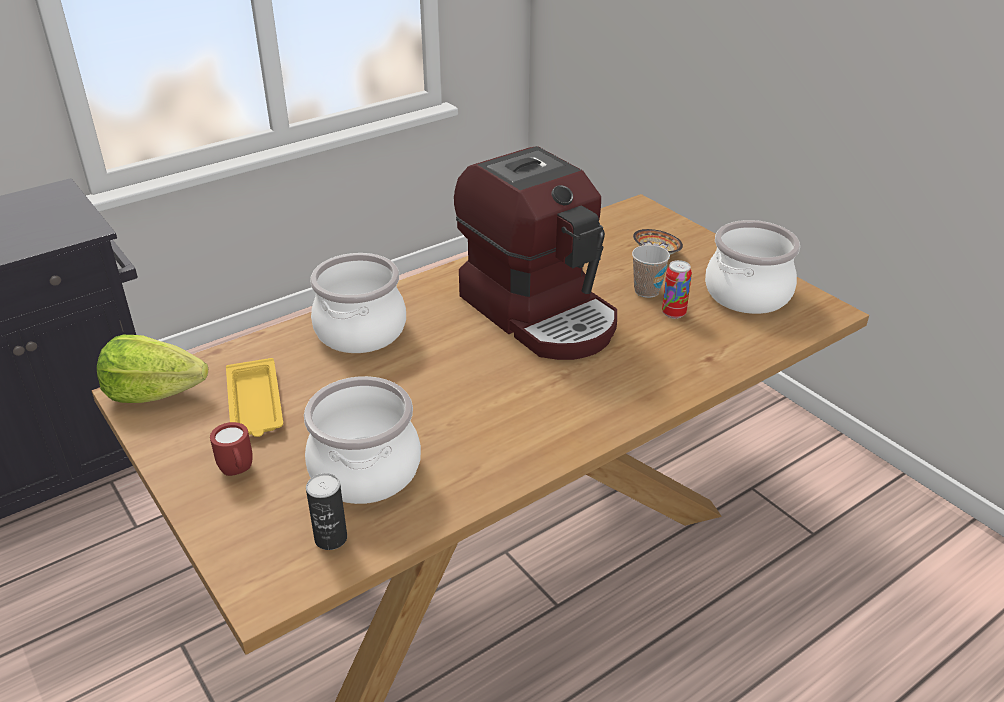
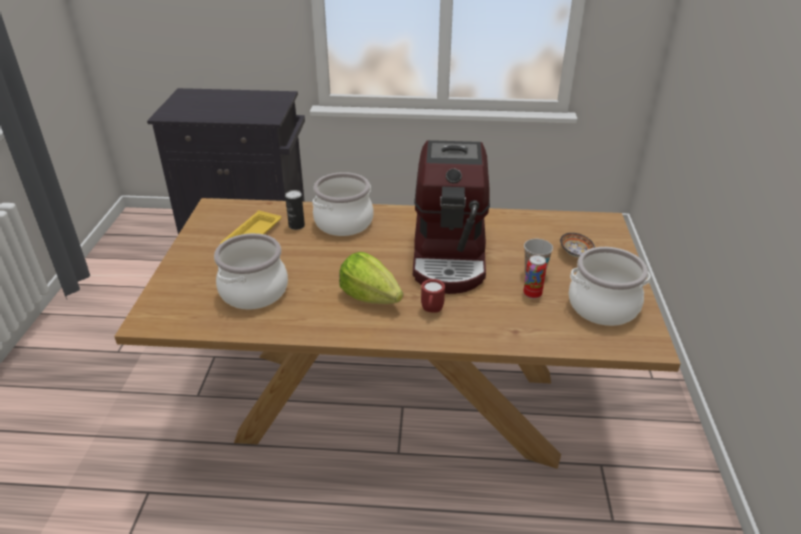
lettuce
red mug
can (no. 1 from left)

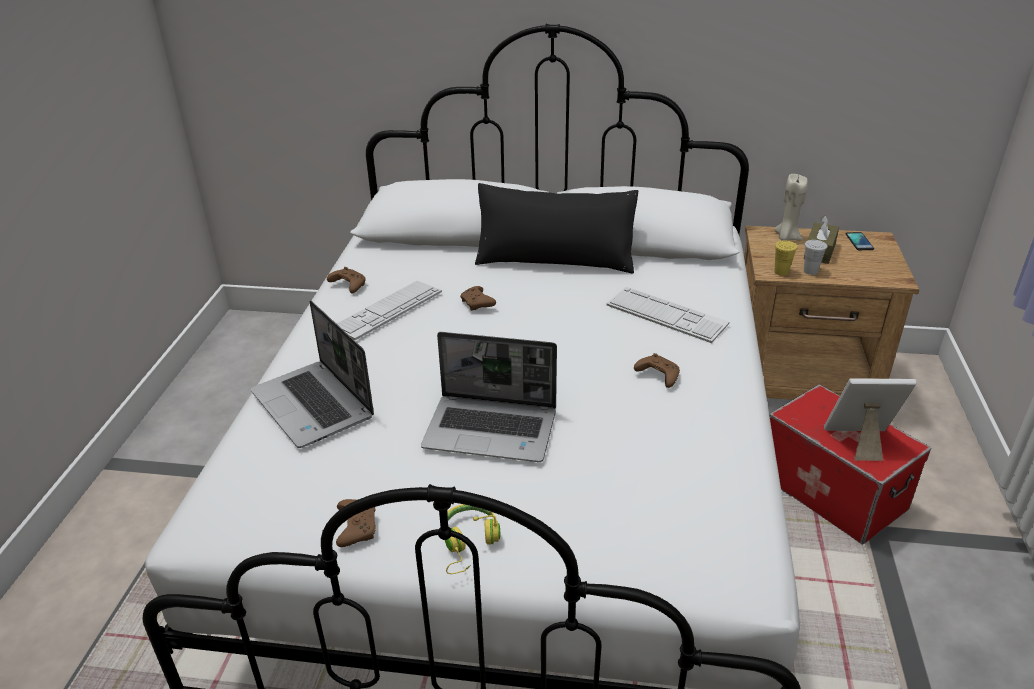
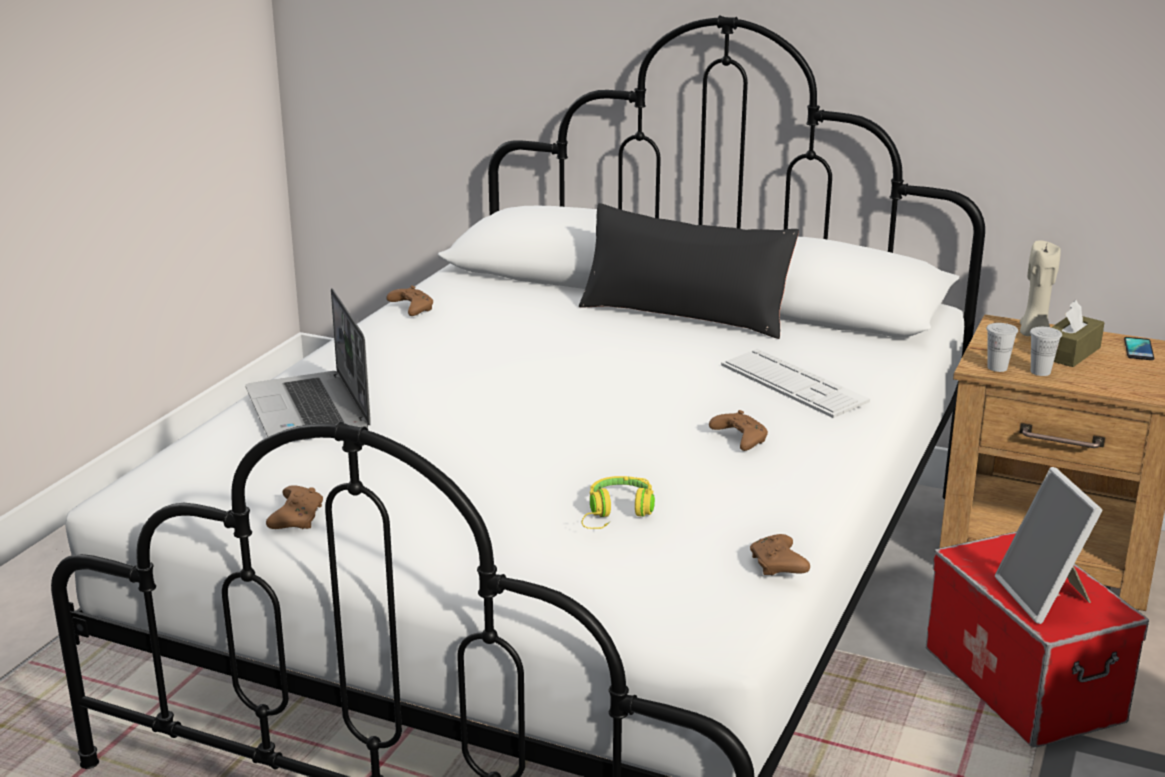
keyboard (no. 1 from left in the first image)
laptop (no. 2 from left in the first image)
yellow headphones
brown game controller (no. 4 from left)
white cup (no. 1 from left)
picture frame

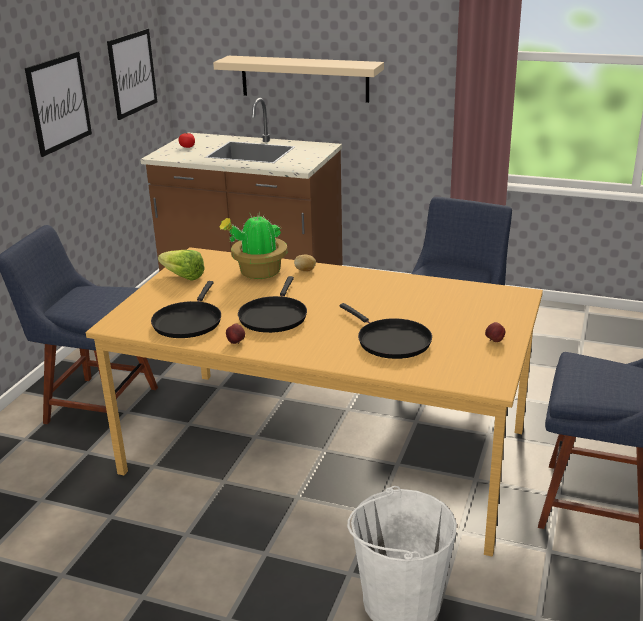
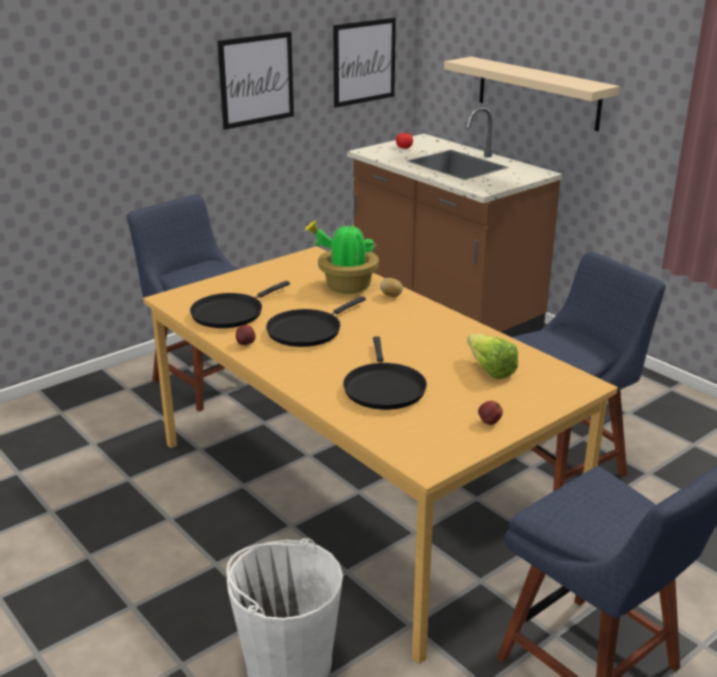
lettuce

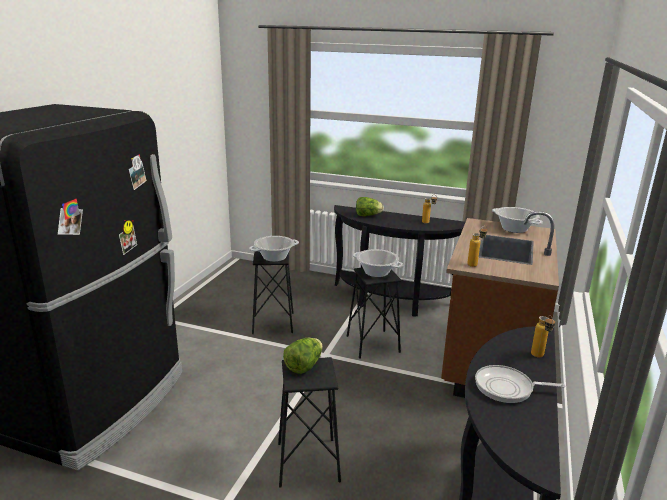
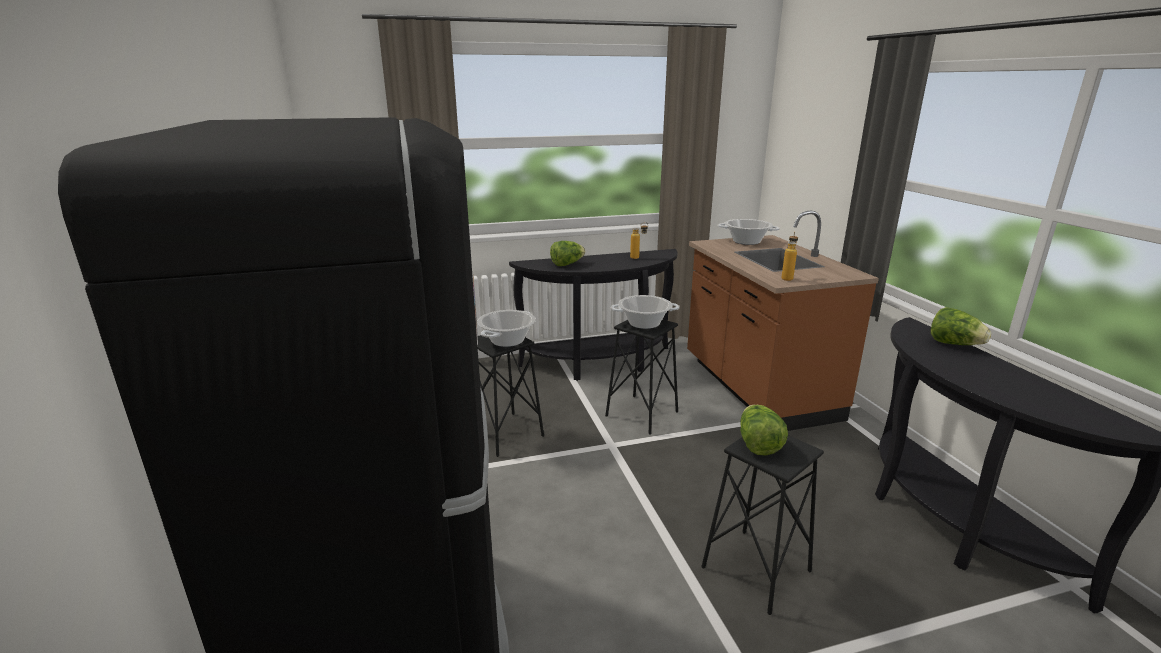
frying pan
lettuce (no. 3 from left)

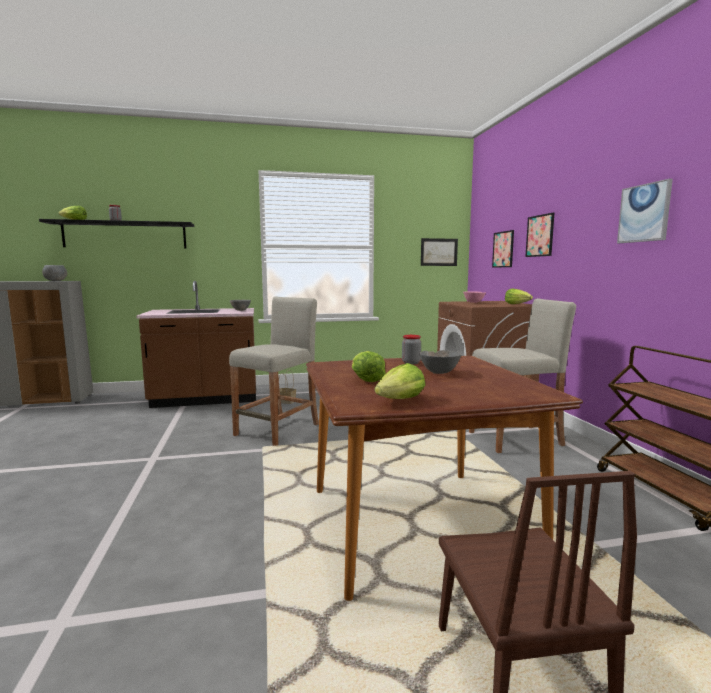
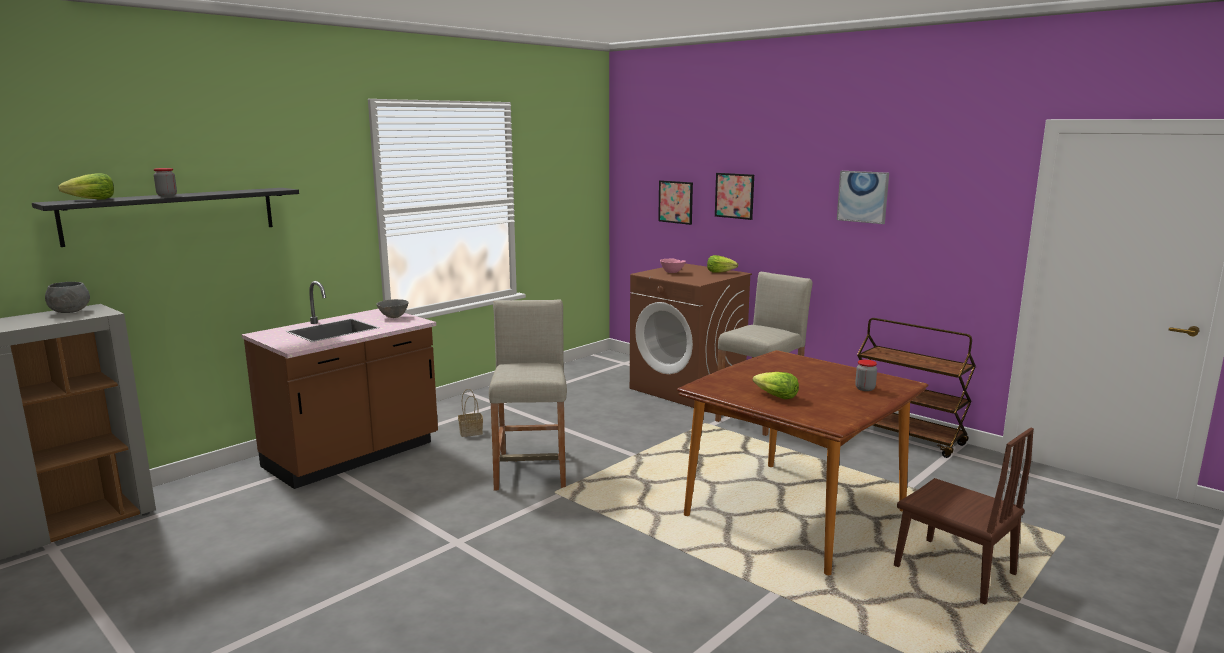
lettuce (no. 3 from left in the first image)
jar (no. 2 from left)
grey bowl (no. 3 from left in the first image)
picture (no. 1 from left in the first image)

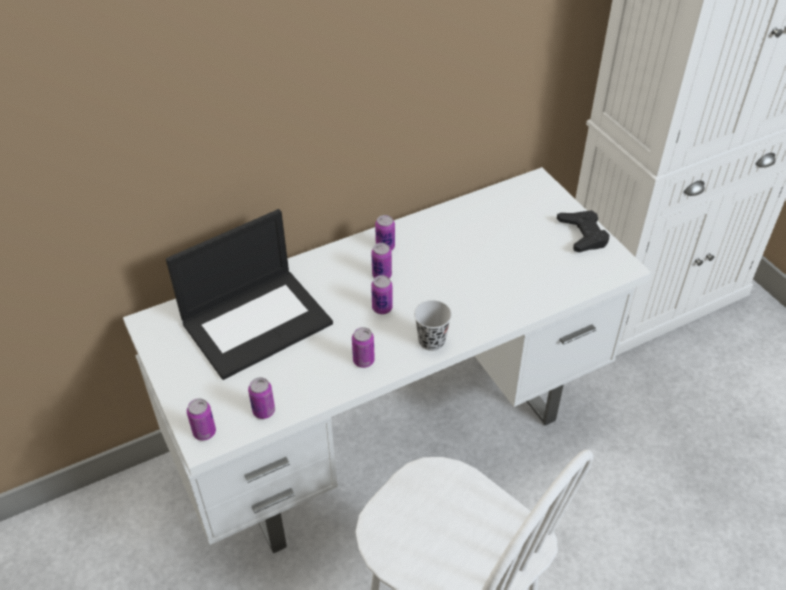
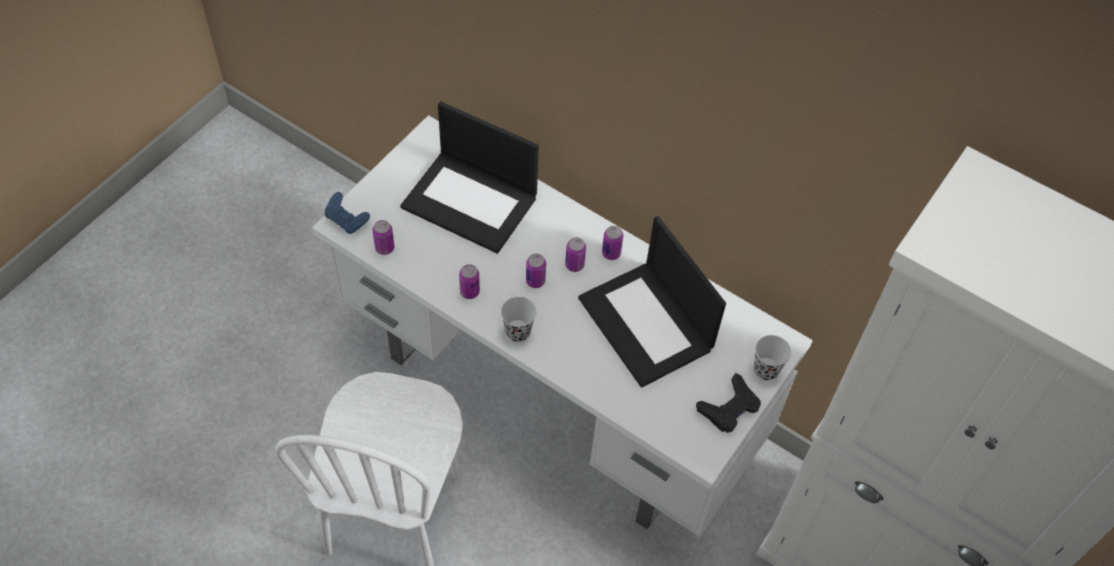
blue game controller
laptop (no. 2 from left)
black cup (no. 2 from left)

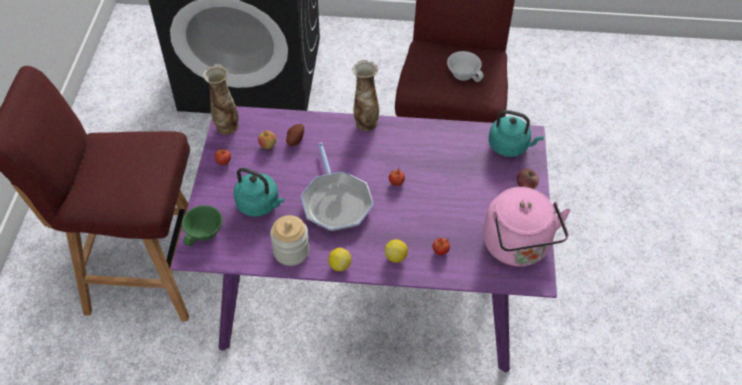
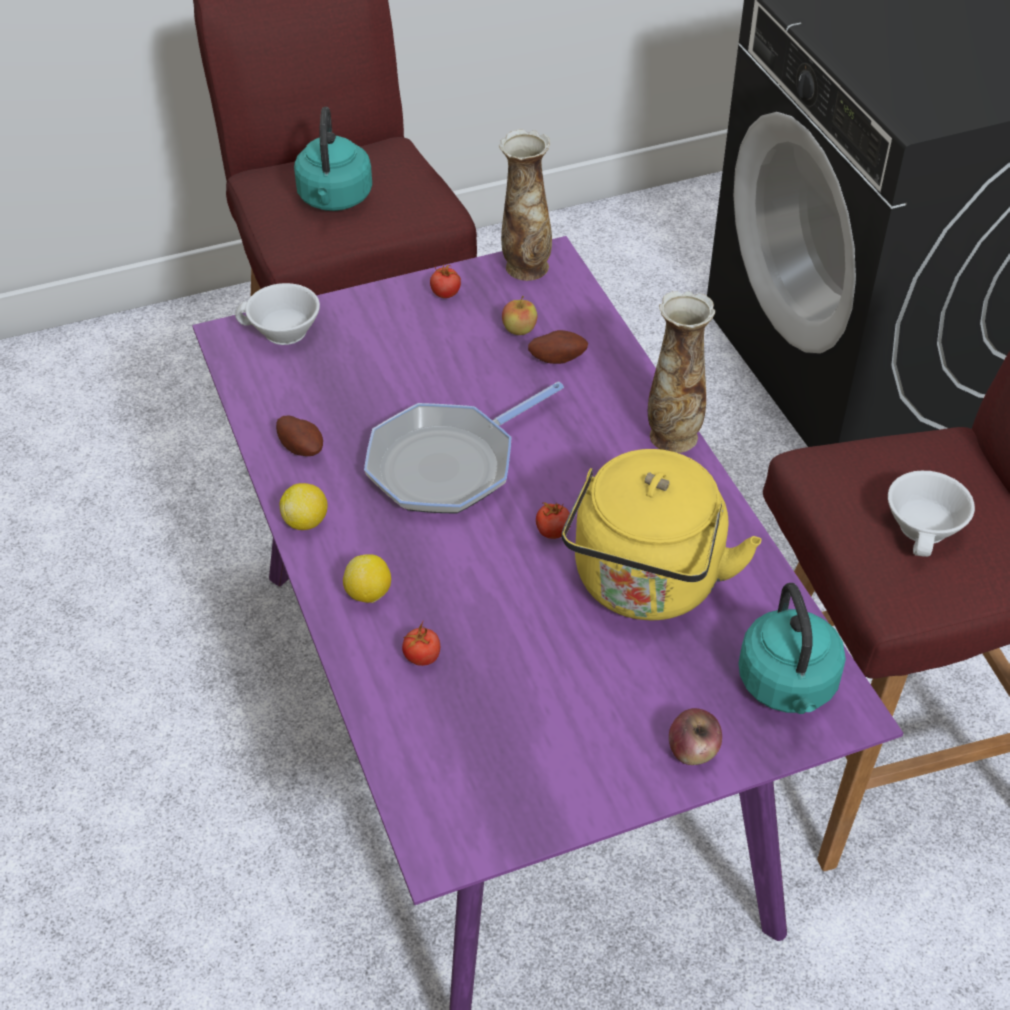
white cup (no. 1 from left)
turquoise kettle (no. 1 from left)
potato (no. 1 from left)
pink kettle
yellow kettle

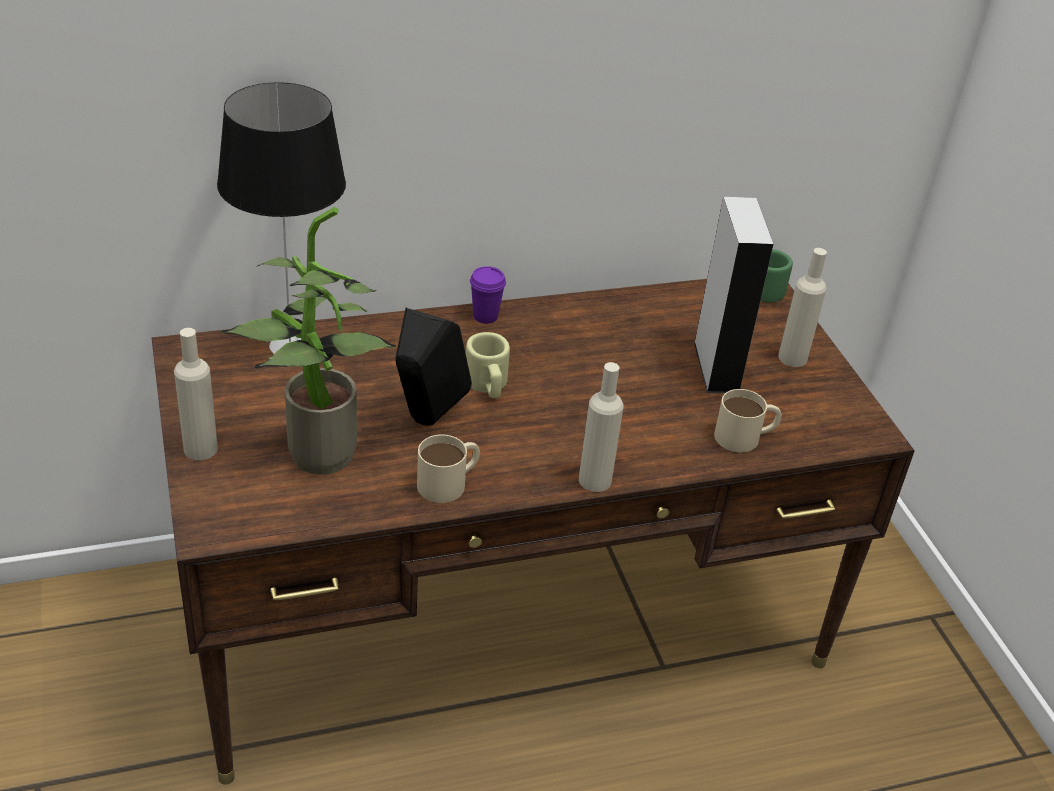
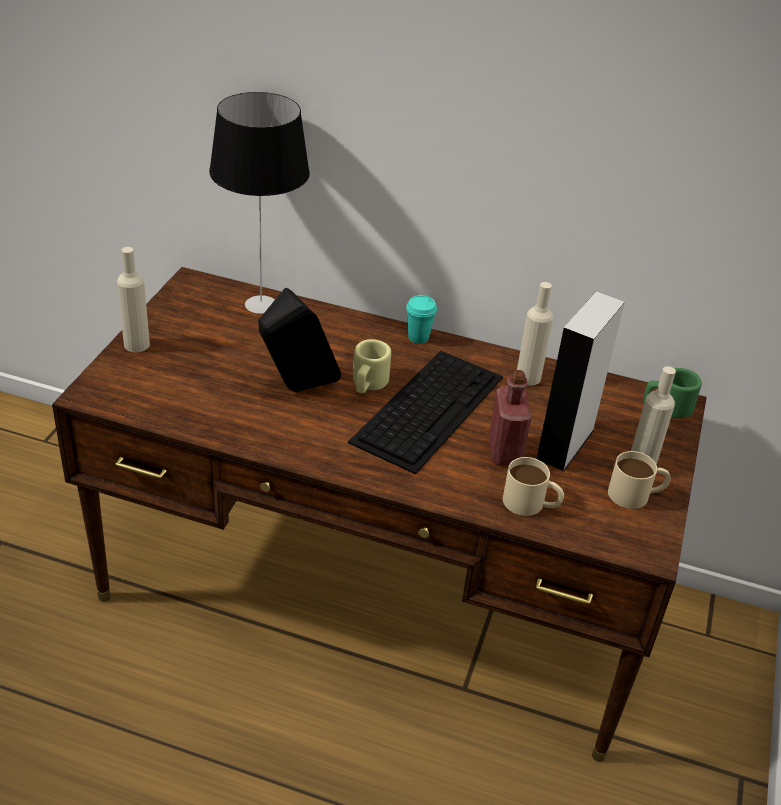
potted plant
beige mug (no. 3 from left)
turquoise cup
beige bottle (no. 2 from left)
keyboard
red bottle

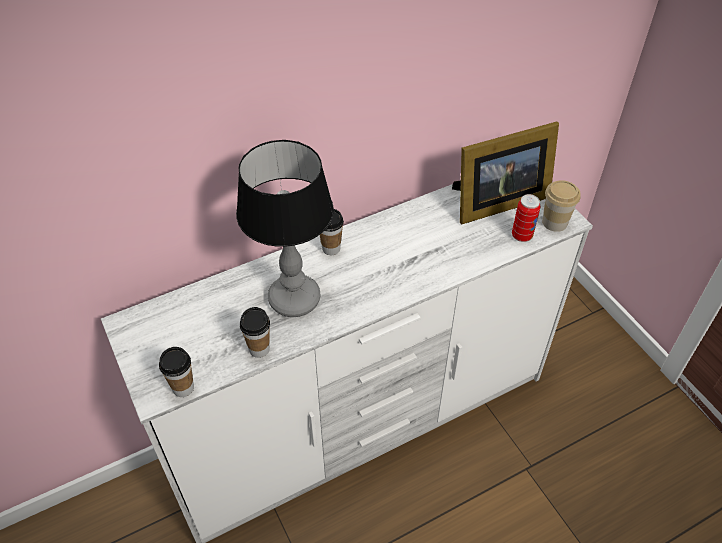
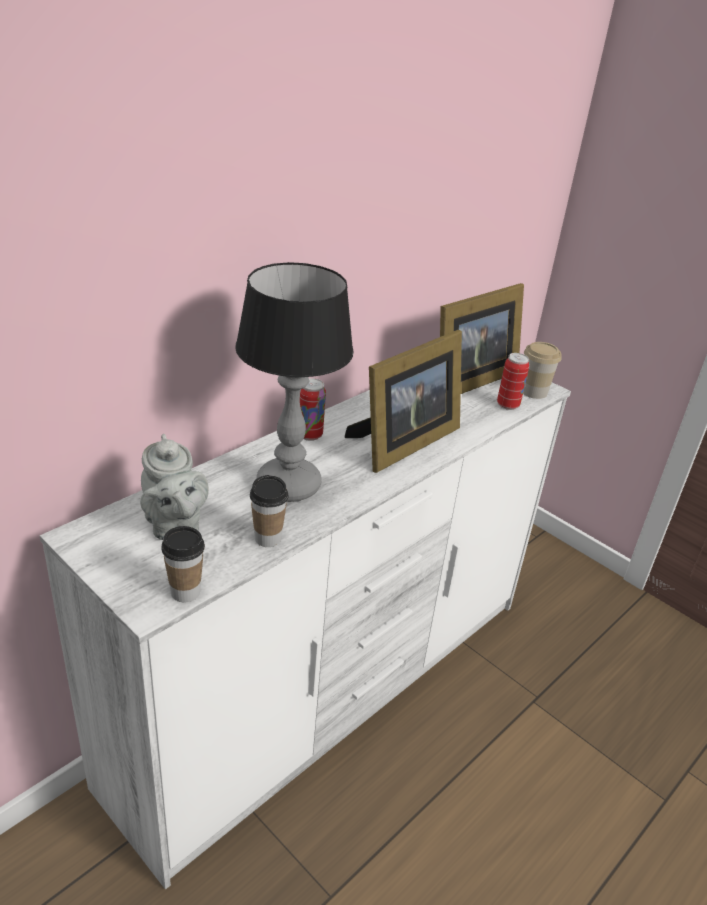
can (no. 1 from left)
grey teapot
picture frame (no. 1 from left)

